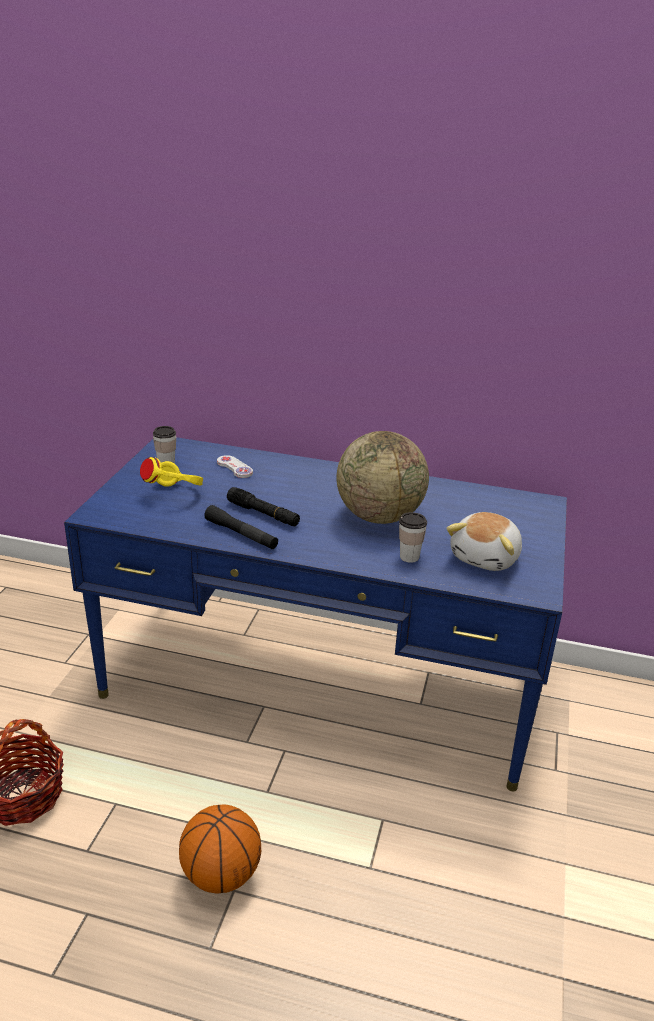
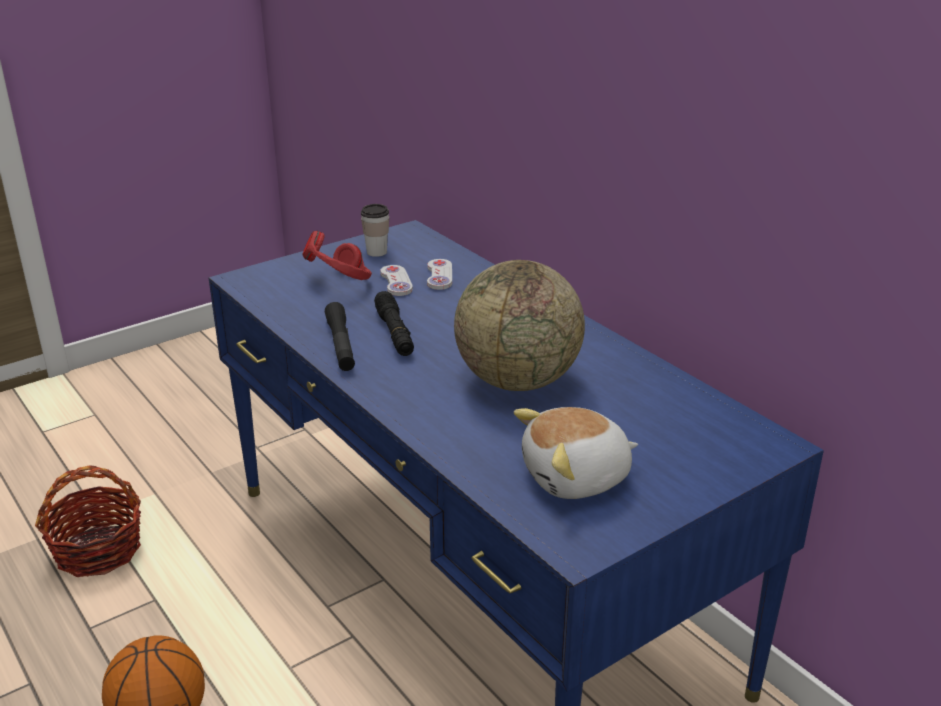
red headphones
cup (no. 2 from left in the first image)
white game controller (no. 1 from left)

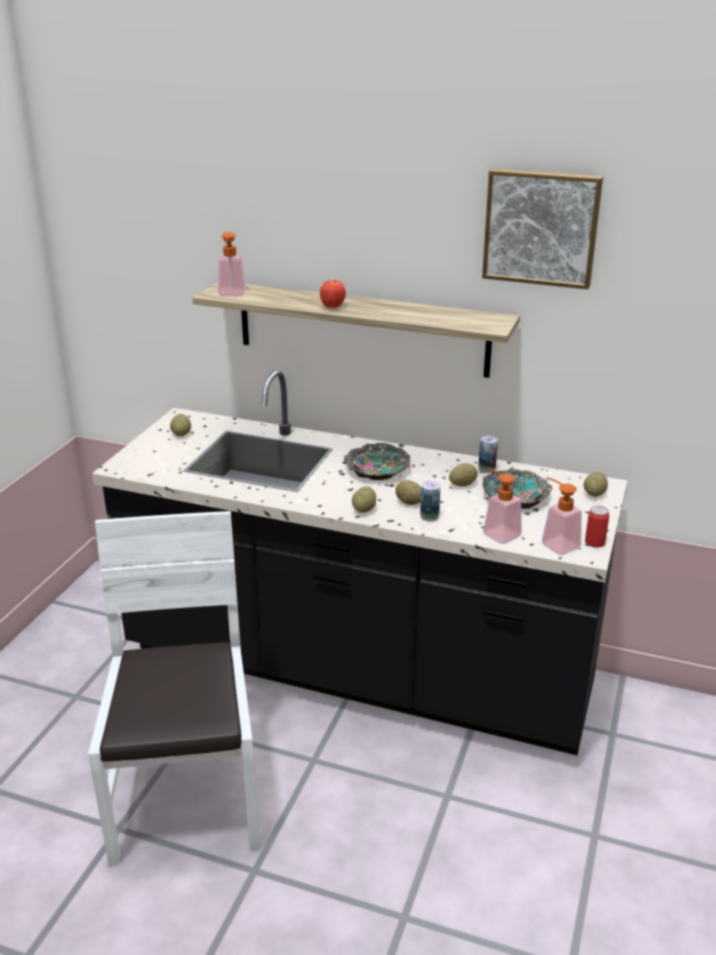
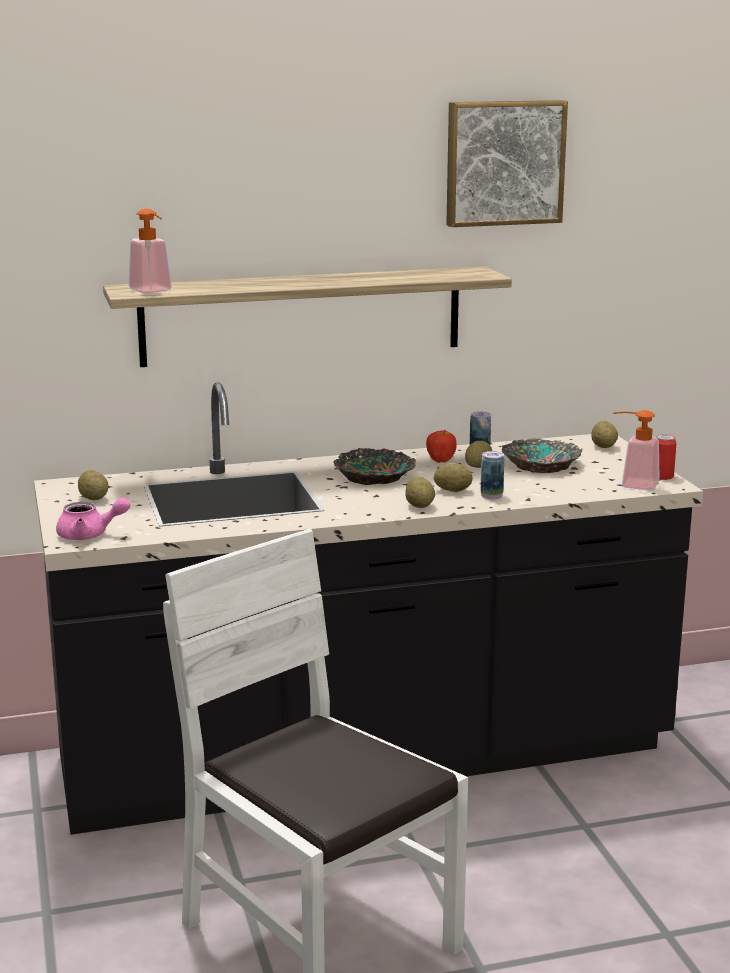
apple
soap dispenser (no. 2 from left in the first image)
pink teapot

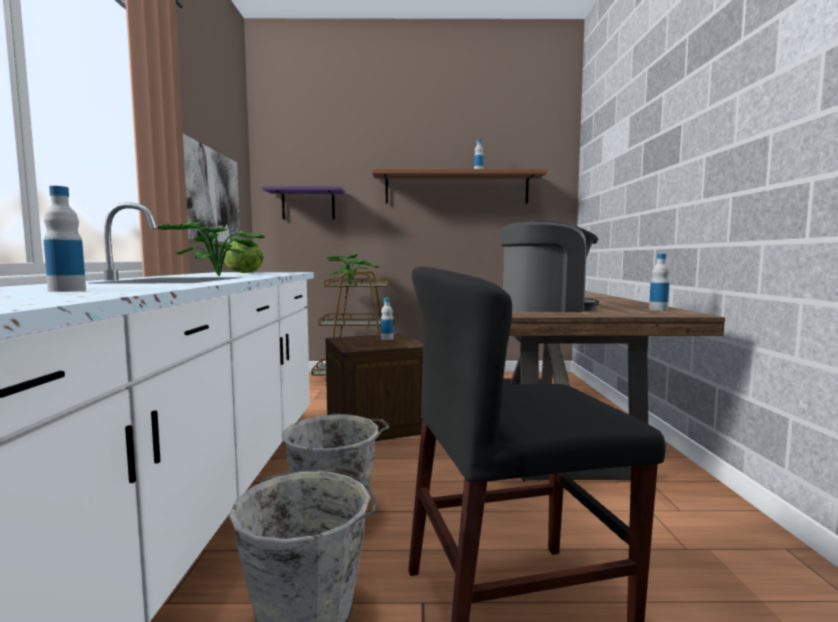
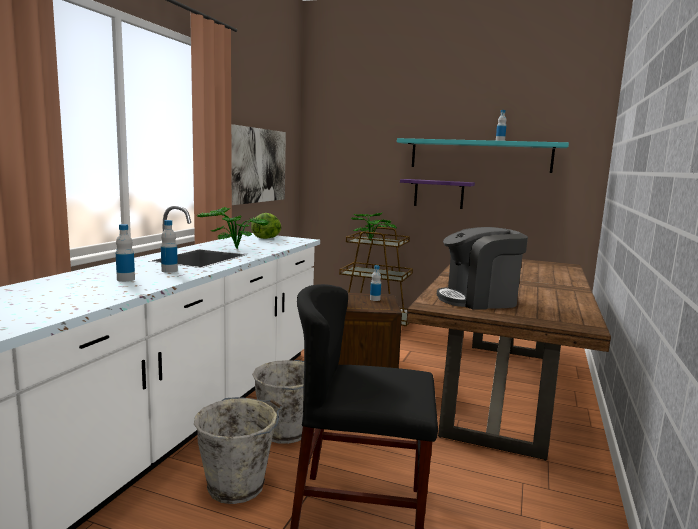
purple shelf
turquoise shelf
coffee machine
bottle (no. 2 from left)

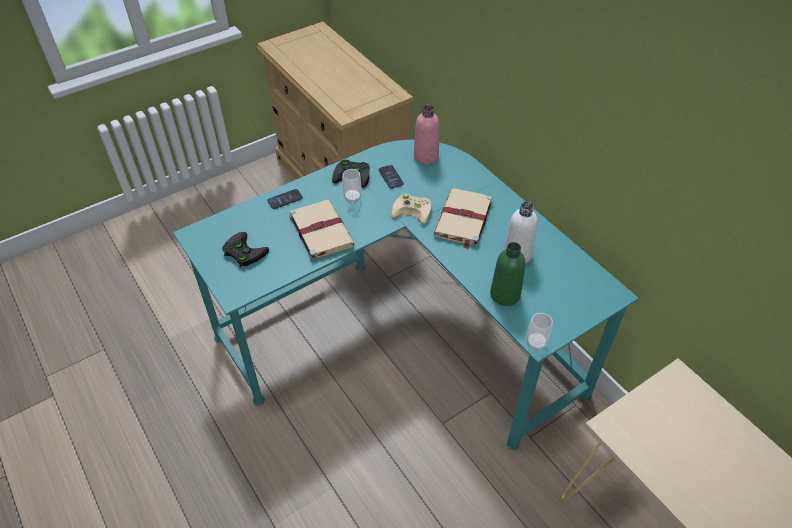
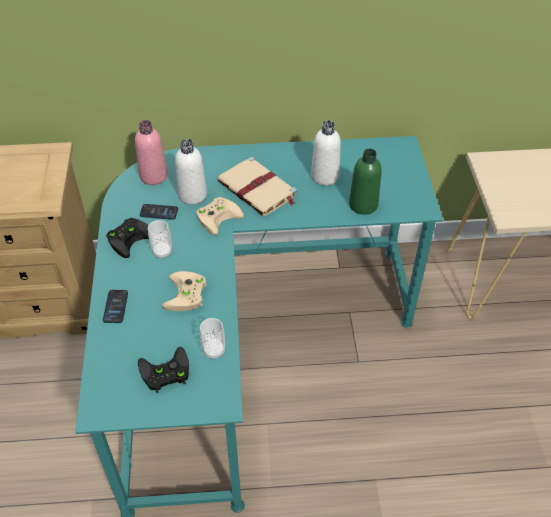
beige game controller (no. 1 from left)
cup (no. 2 from left)
white bottle (no. 1 from left)

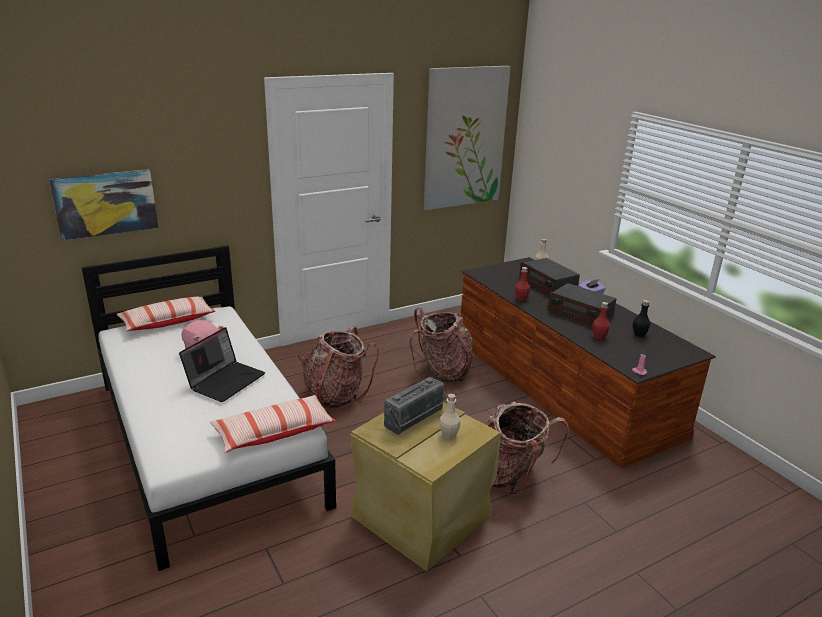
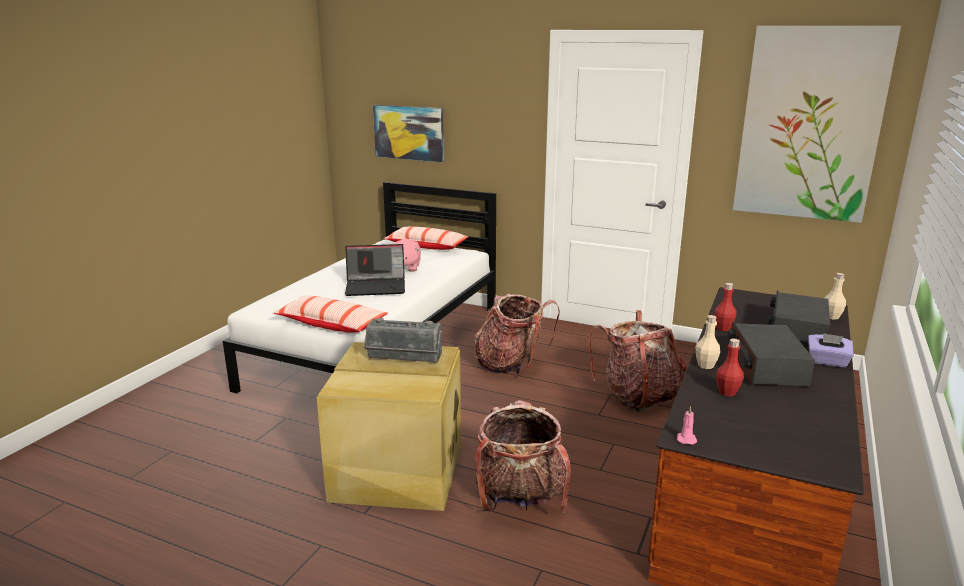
beige bottle (no. 1 from left)
black bottle

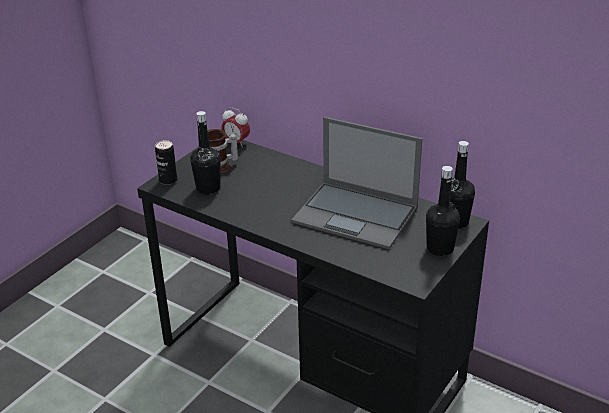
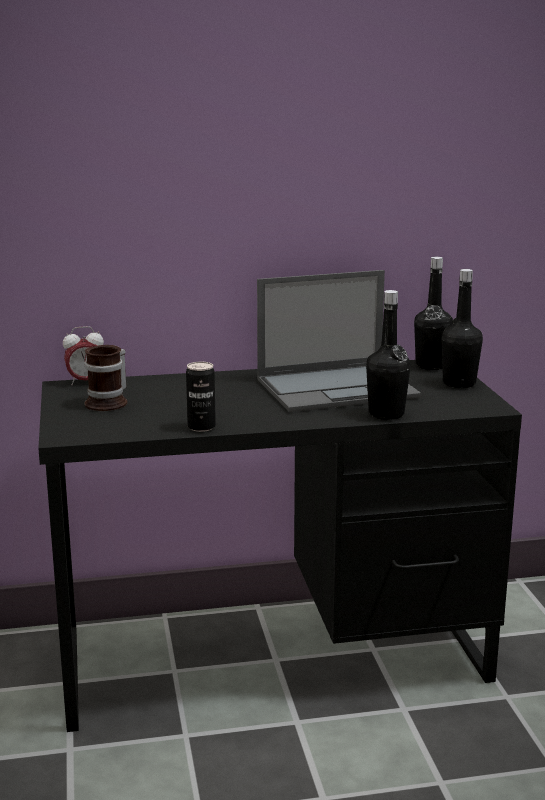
can
black bottle (no. 1 from left)

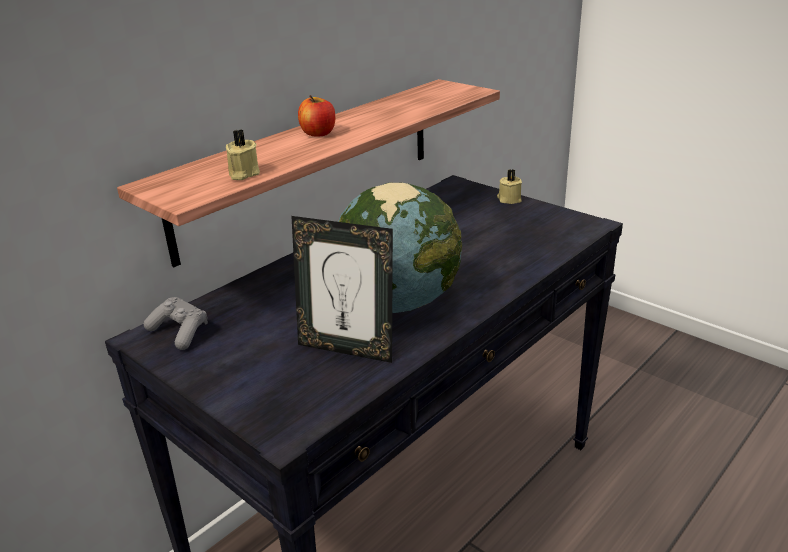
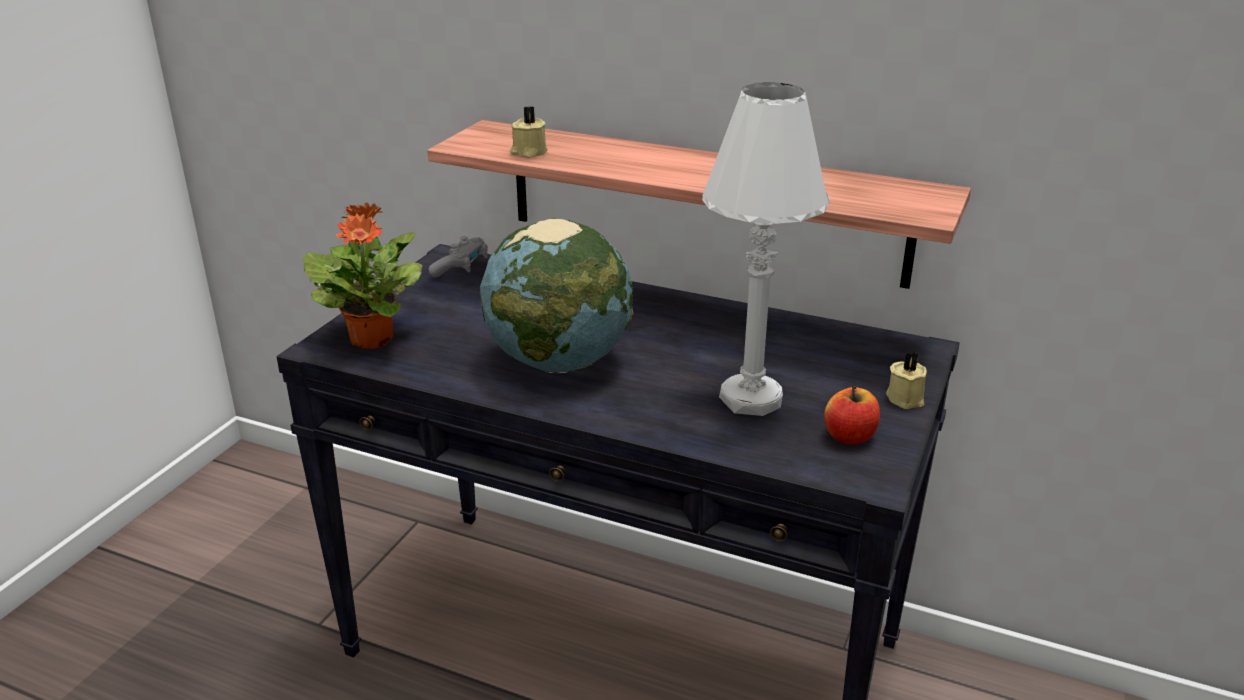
picture frame
apple
potted plant
white table lamp

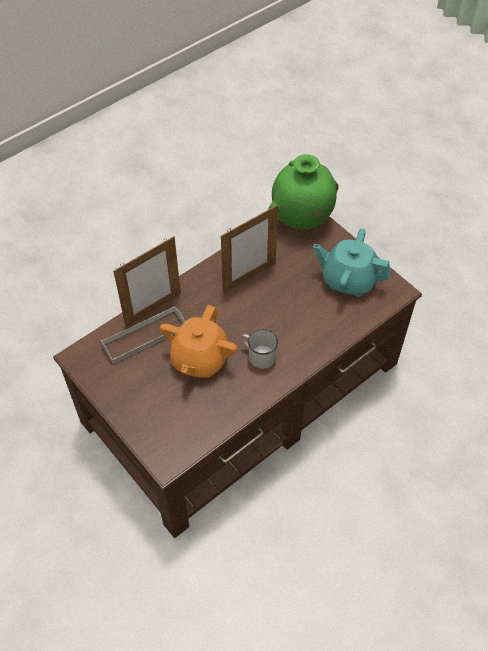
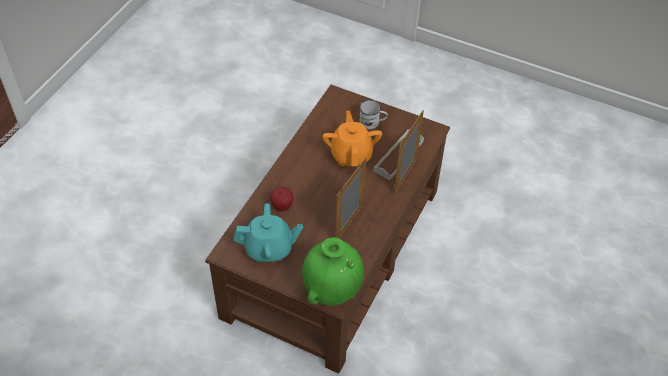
white mug
apple

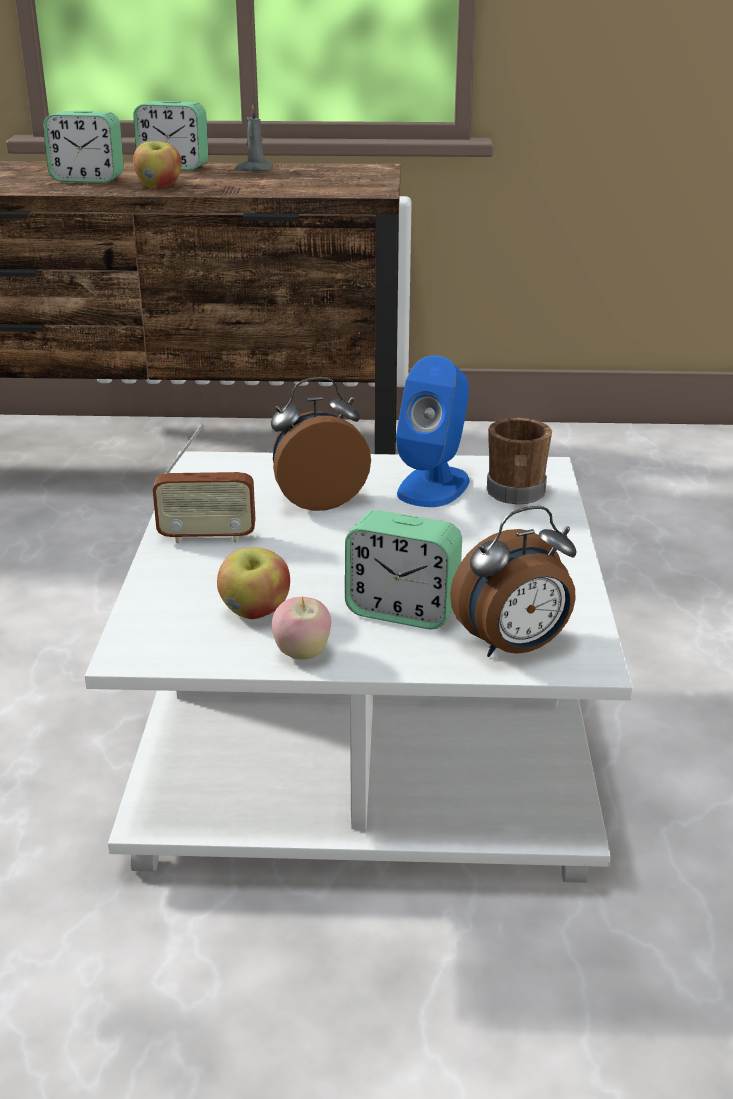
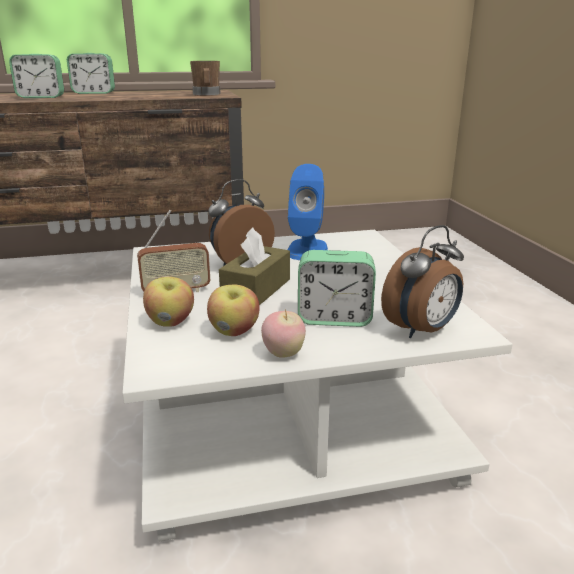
apple (no. 1 from left)
grey candle
brown mug
brown tissue box

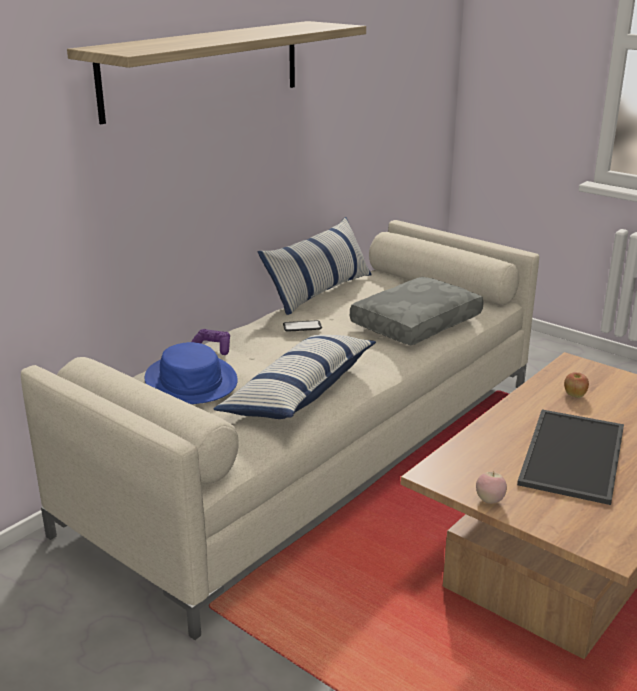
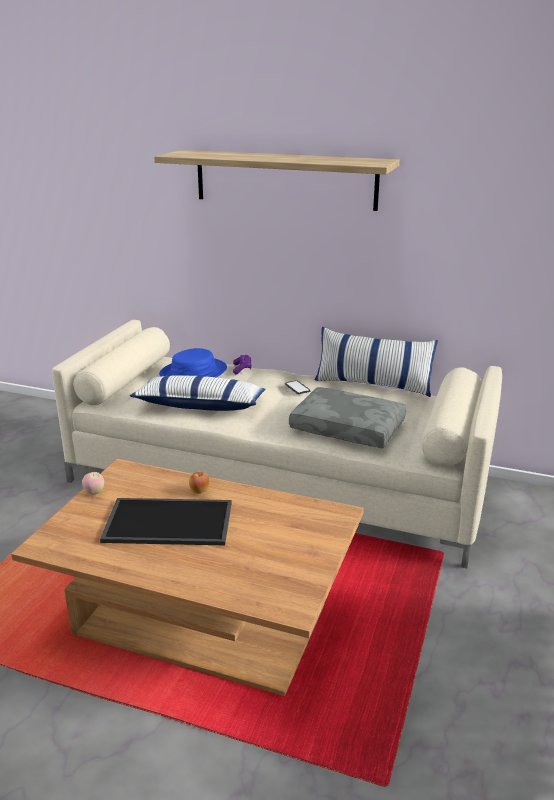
apple (no. 2 from left)

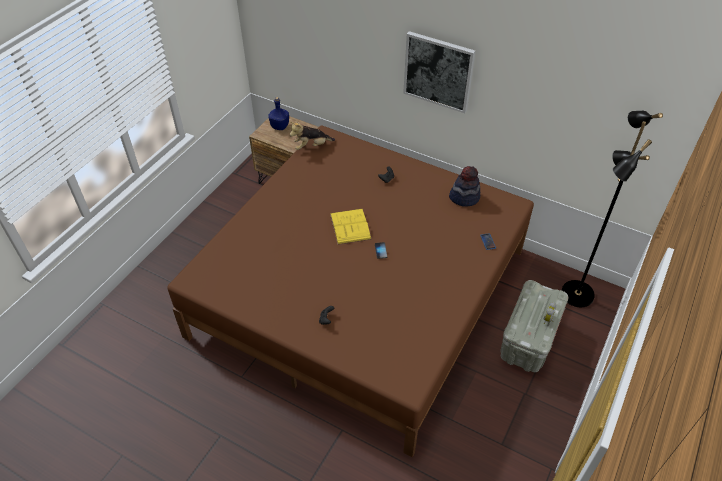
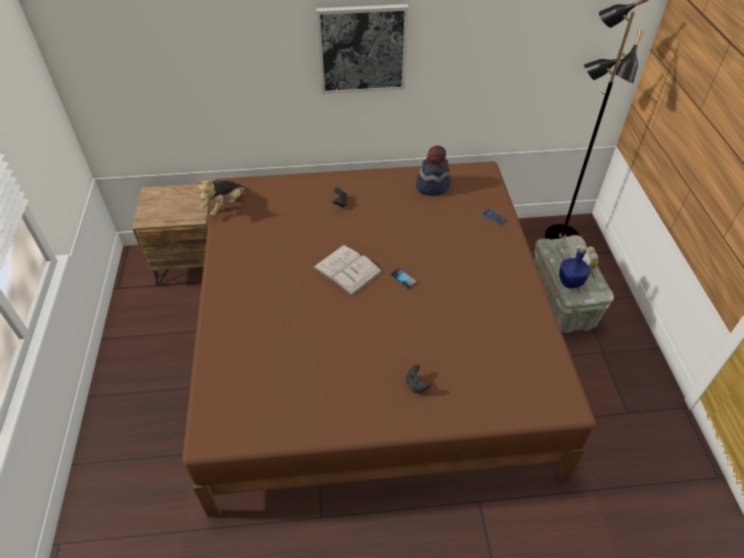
blue bottle
white book

